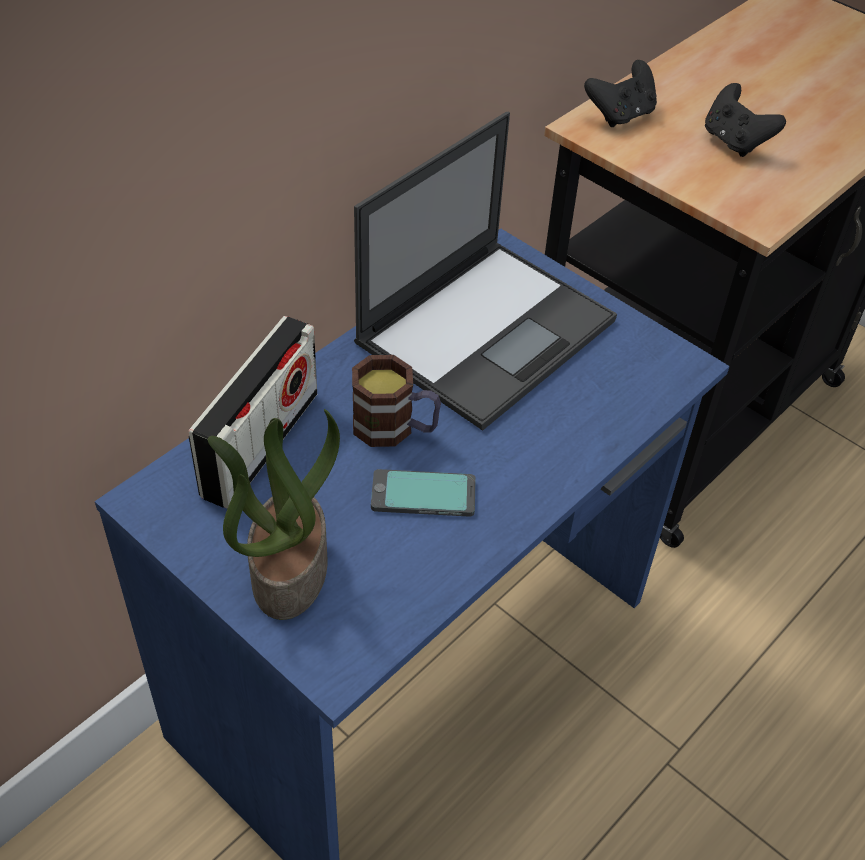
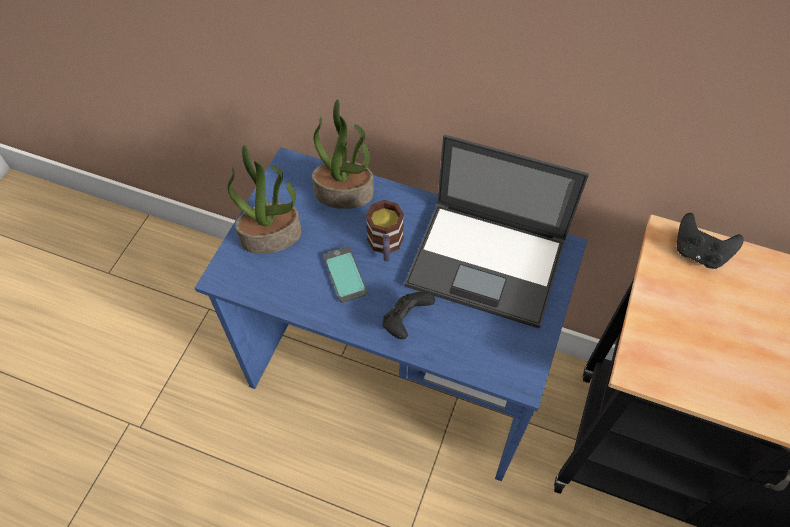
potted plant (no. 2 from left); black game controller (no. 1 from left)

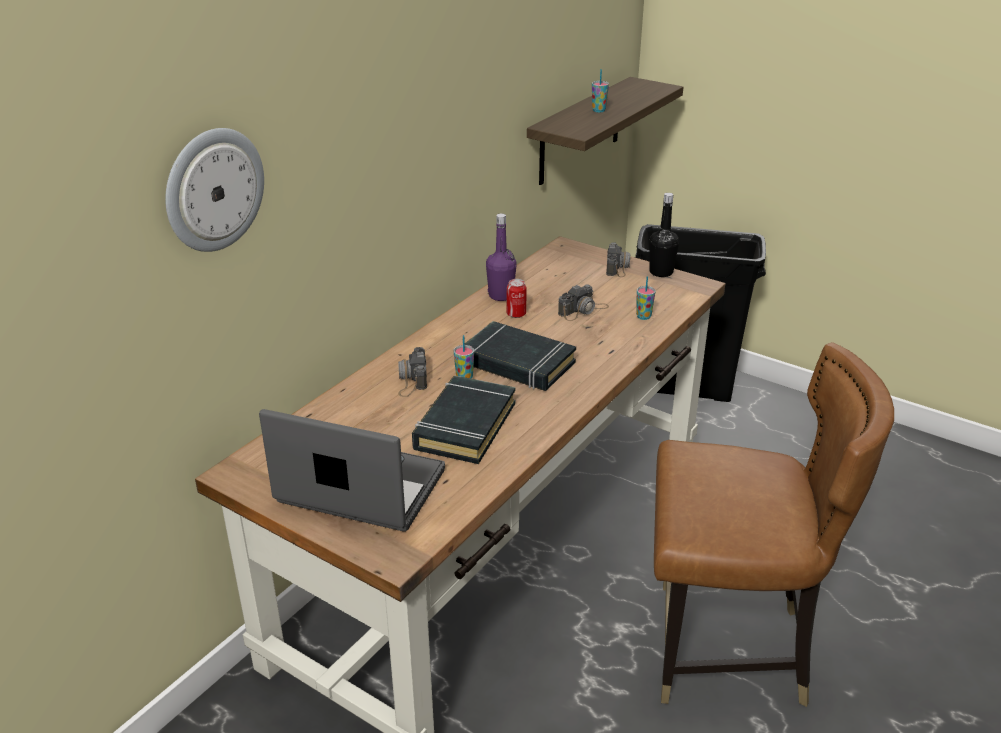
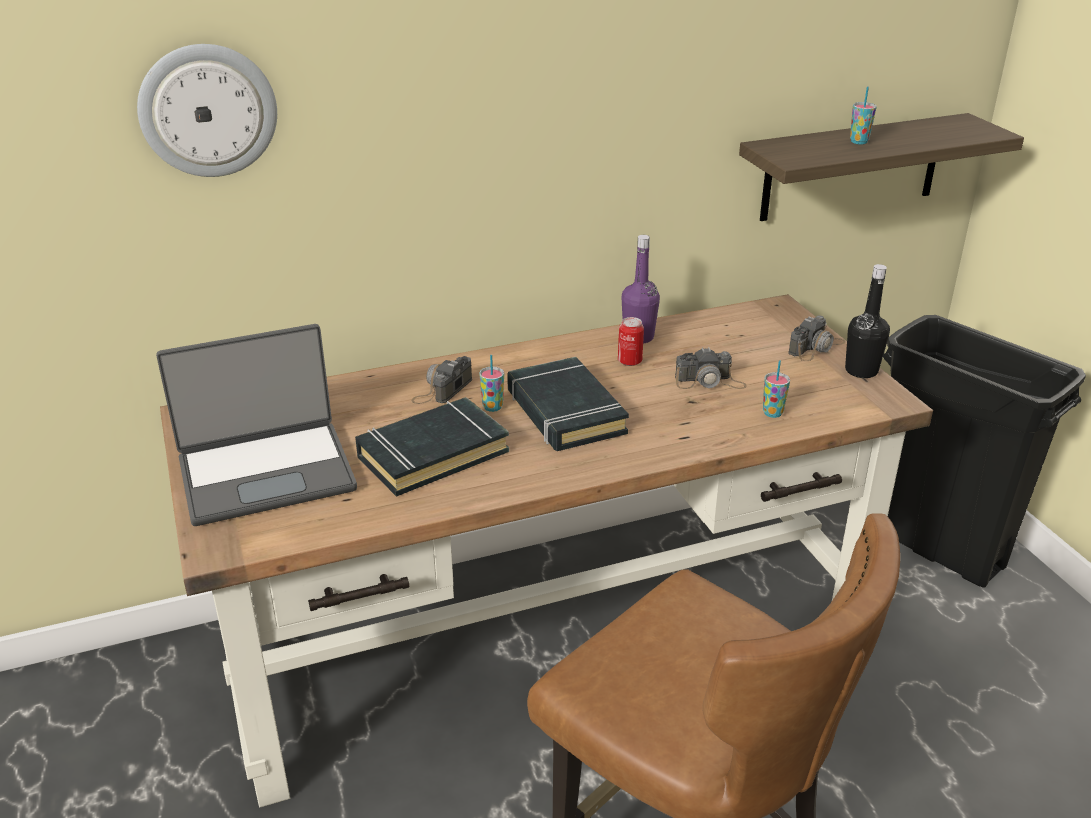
laptop

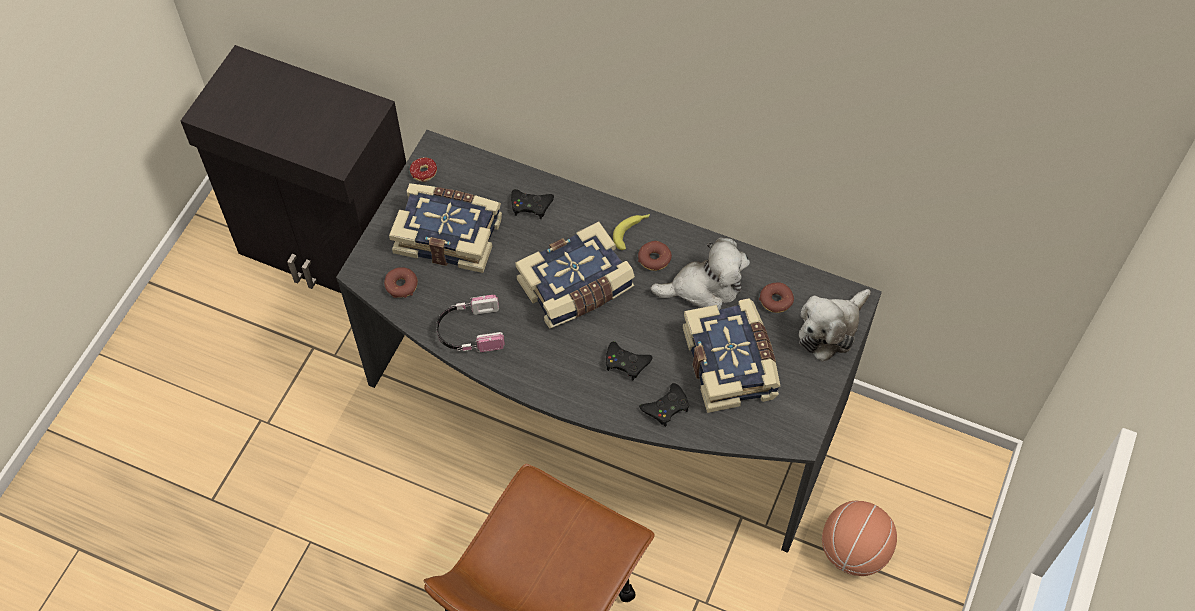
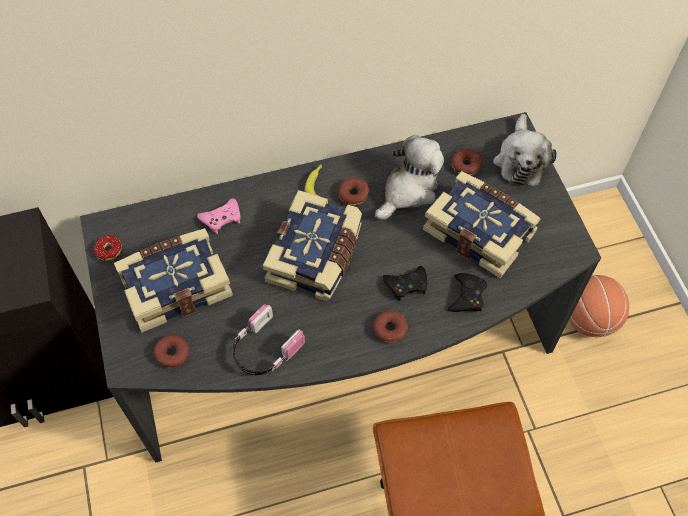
pink game controller; donut (no. 4 from left)

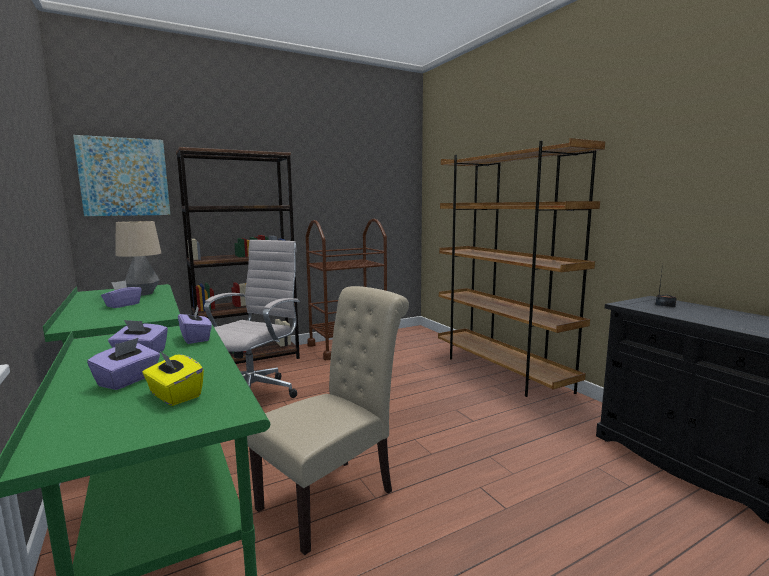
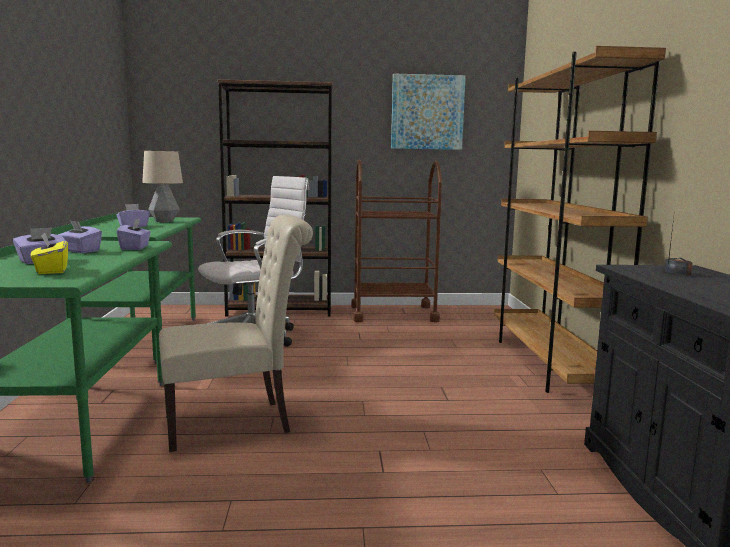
picture

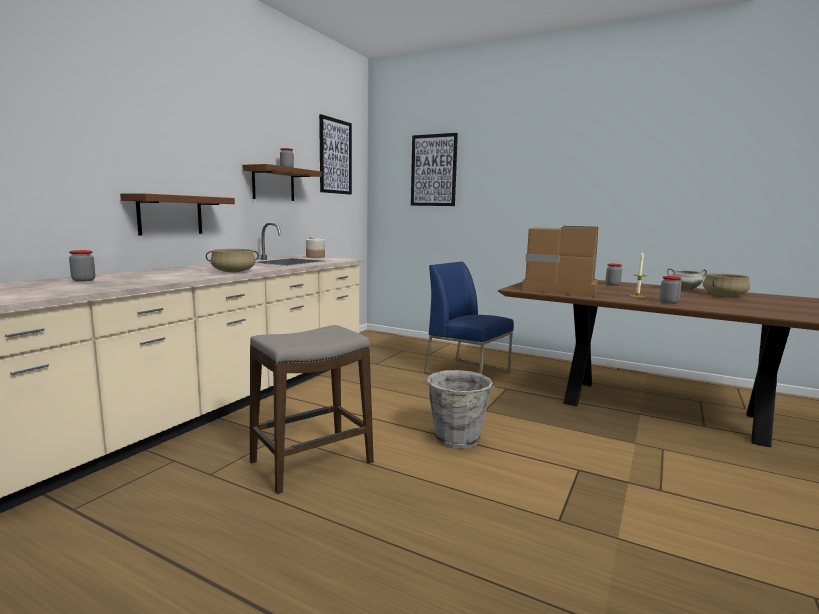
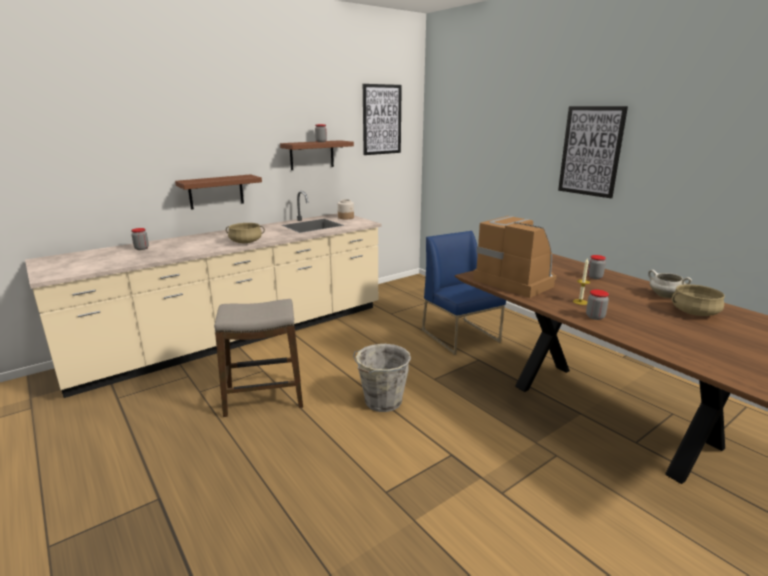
picture (no. 2 from left)

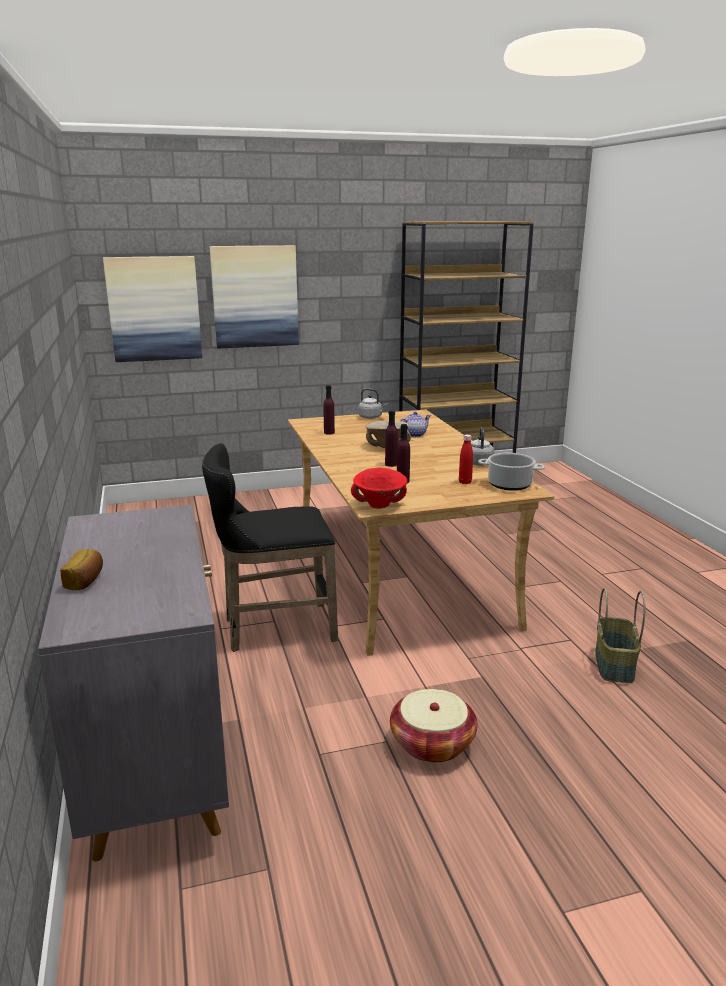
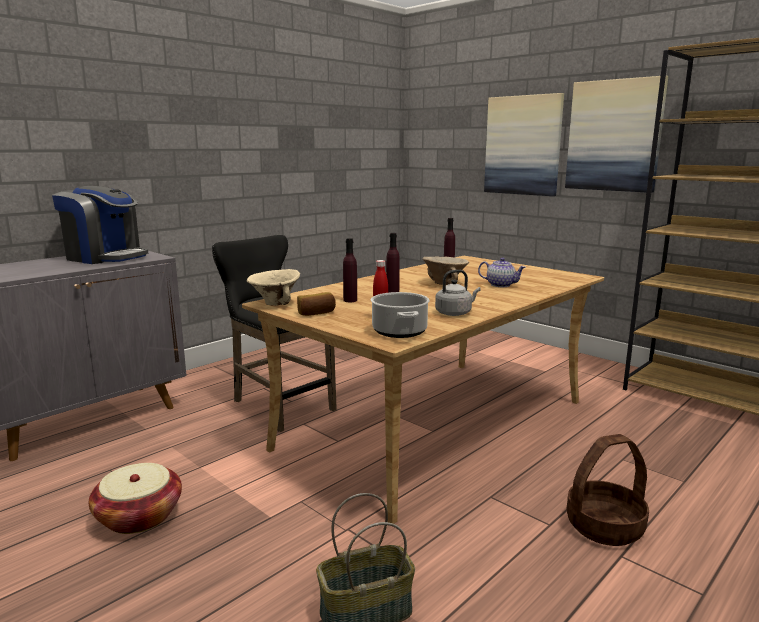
bread; picture (no. 2 from left); beige bowl (no. 1 from left); grey kettle (no. 1 from left in the first image); coffee machine; basket (no. 3 from left)

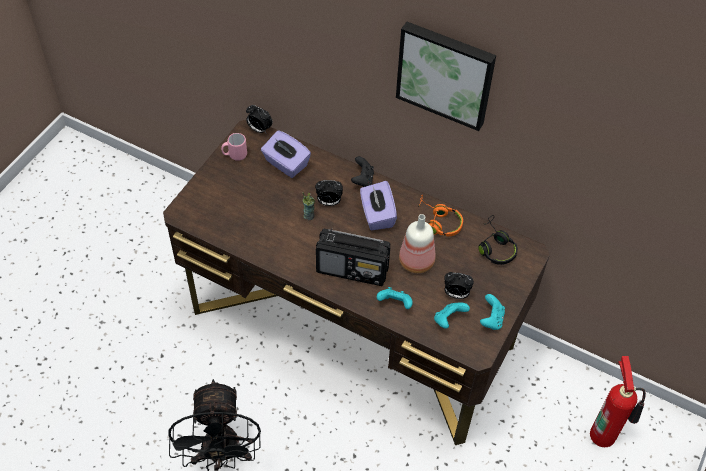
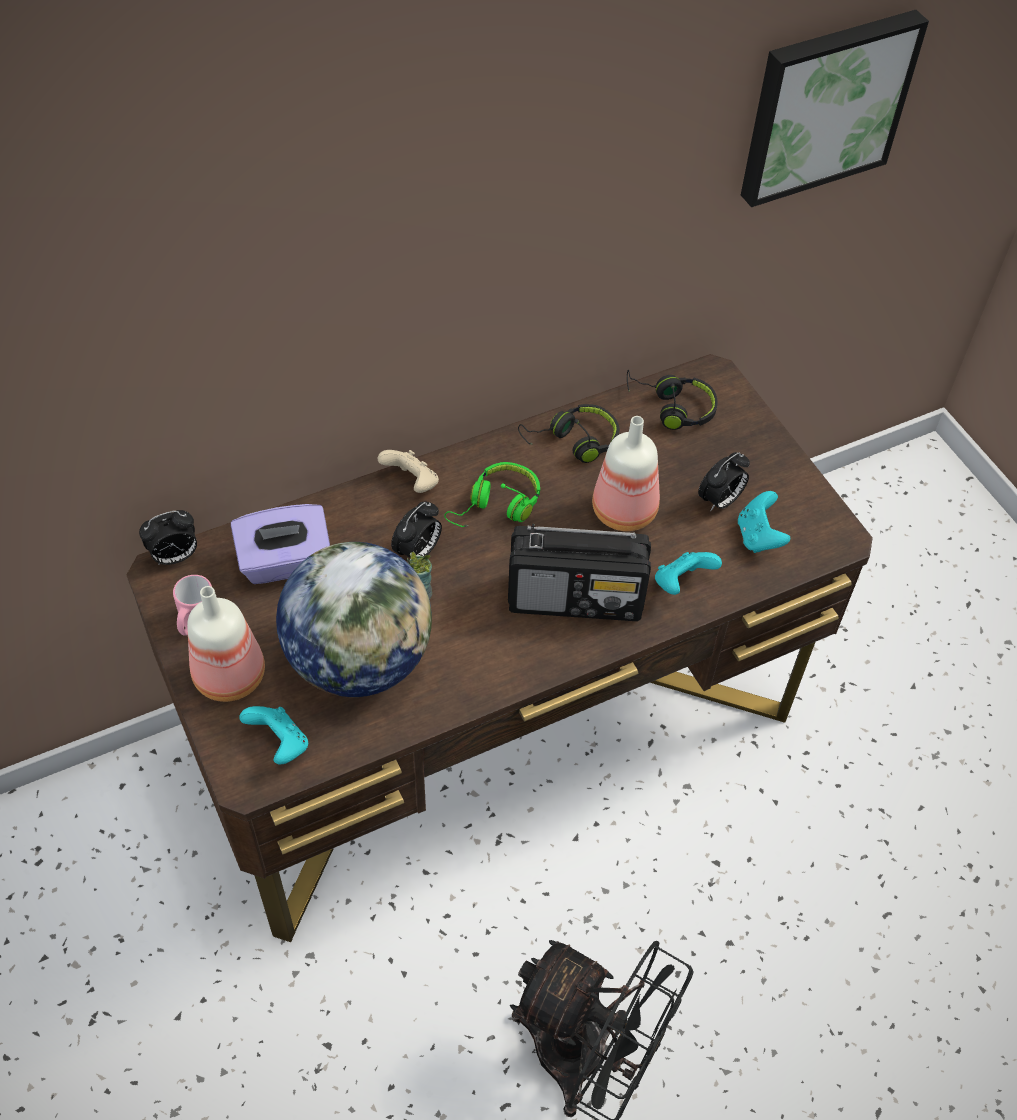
radio; beige game controller; green headphones; picture; black headphones (no. 1 from left); turquoise game controller (no. 1 from left); fire extinguisher; bottle (no. 1 from left); globe

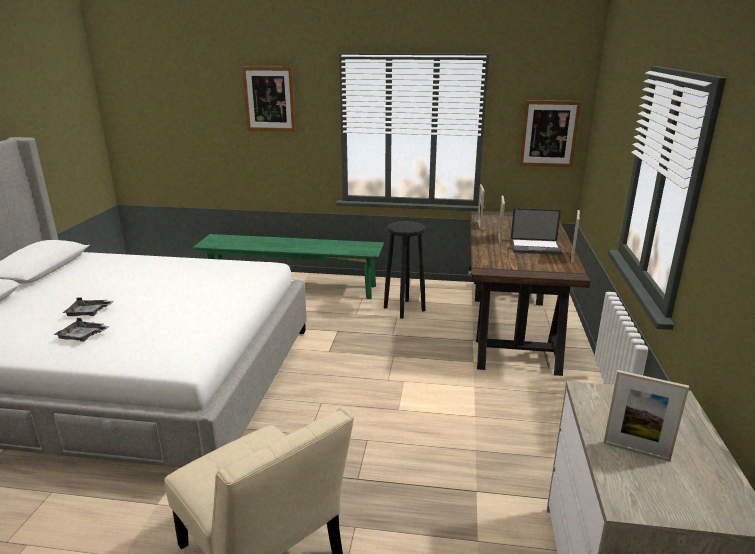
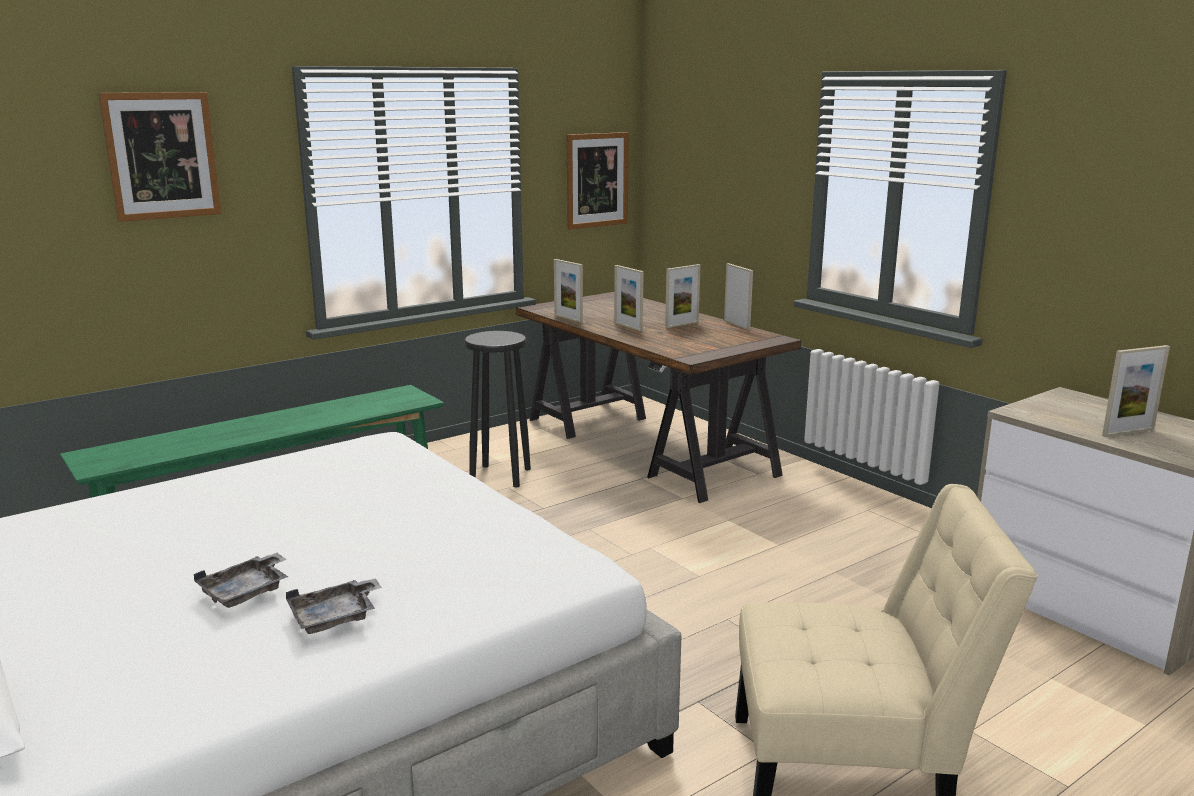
picture frame (no. 3 from left)

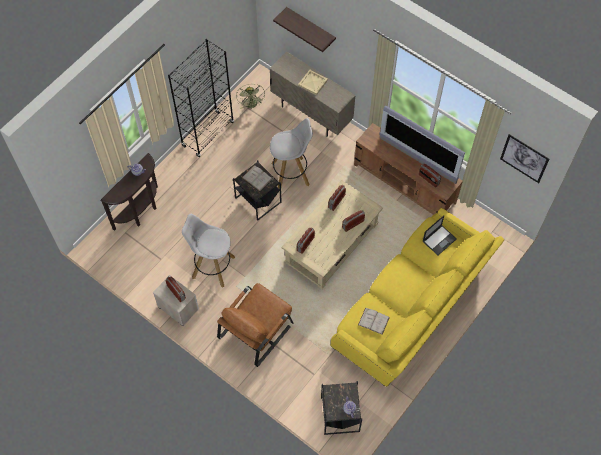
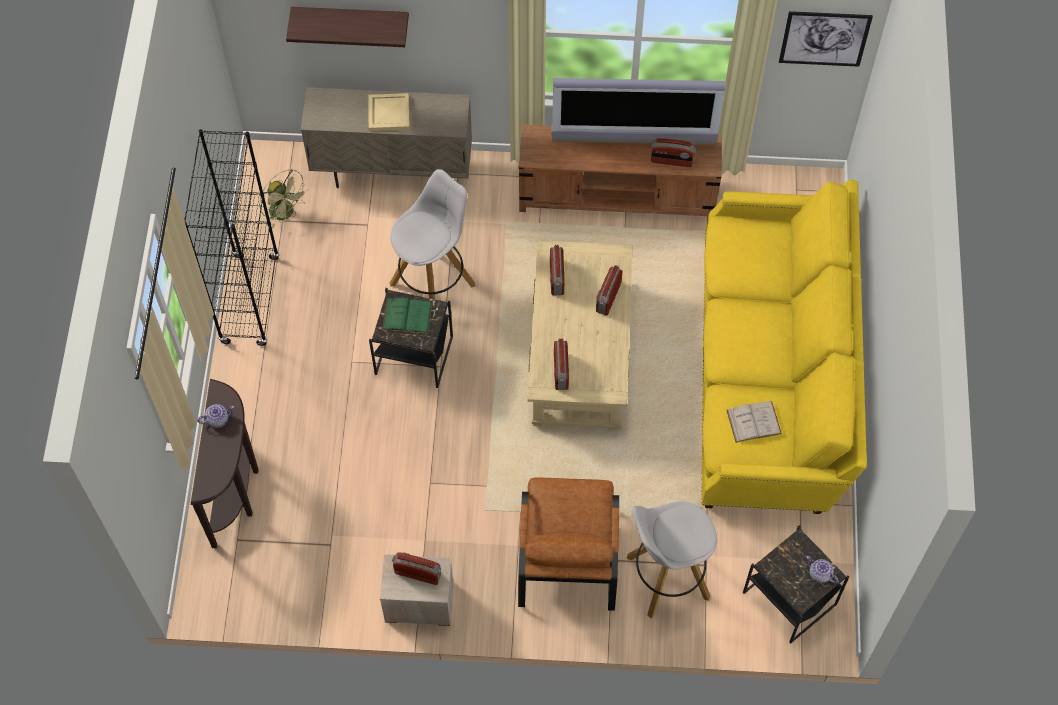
white stool (no. 2 from left); green book; laptop

